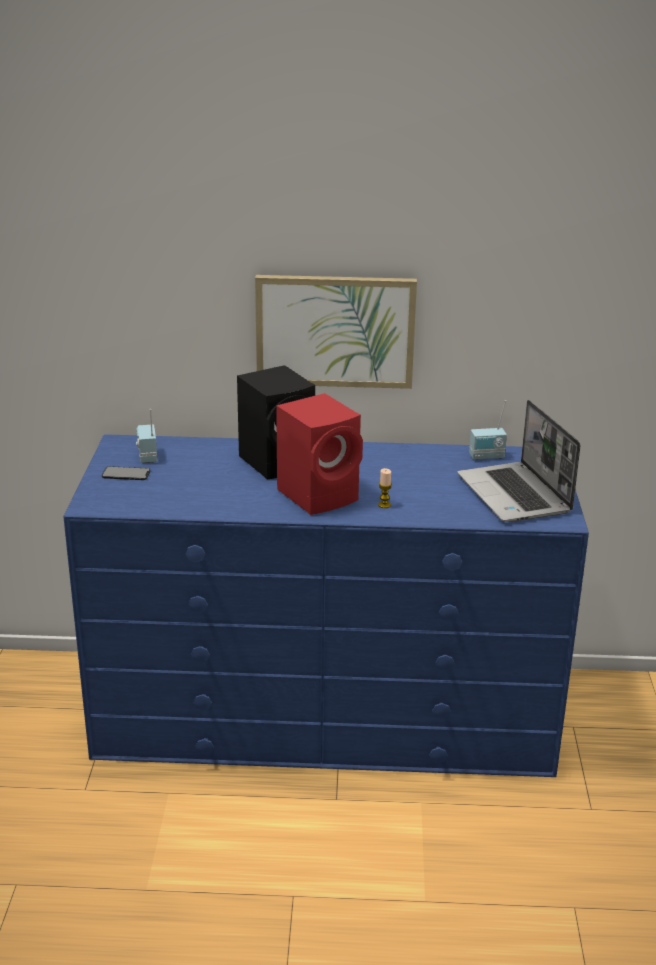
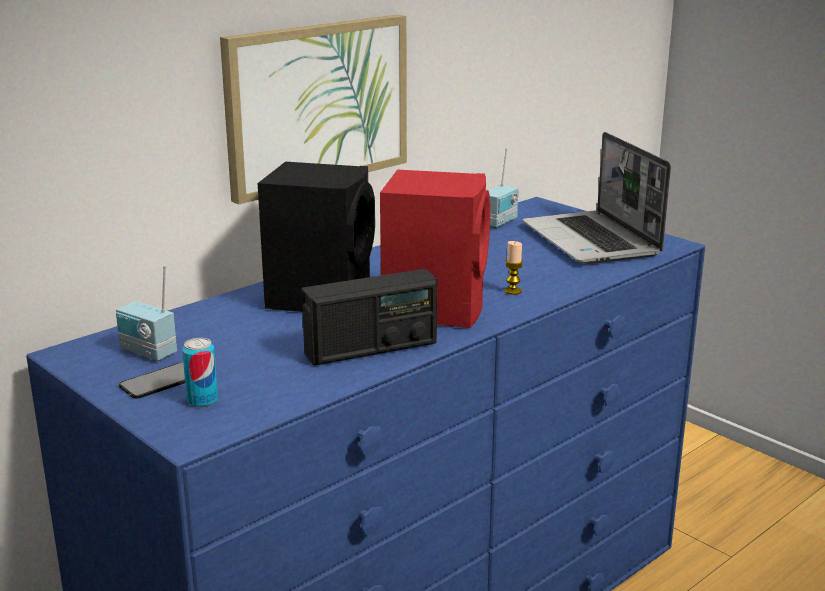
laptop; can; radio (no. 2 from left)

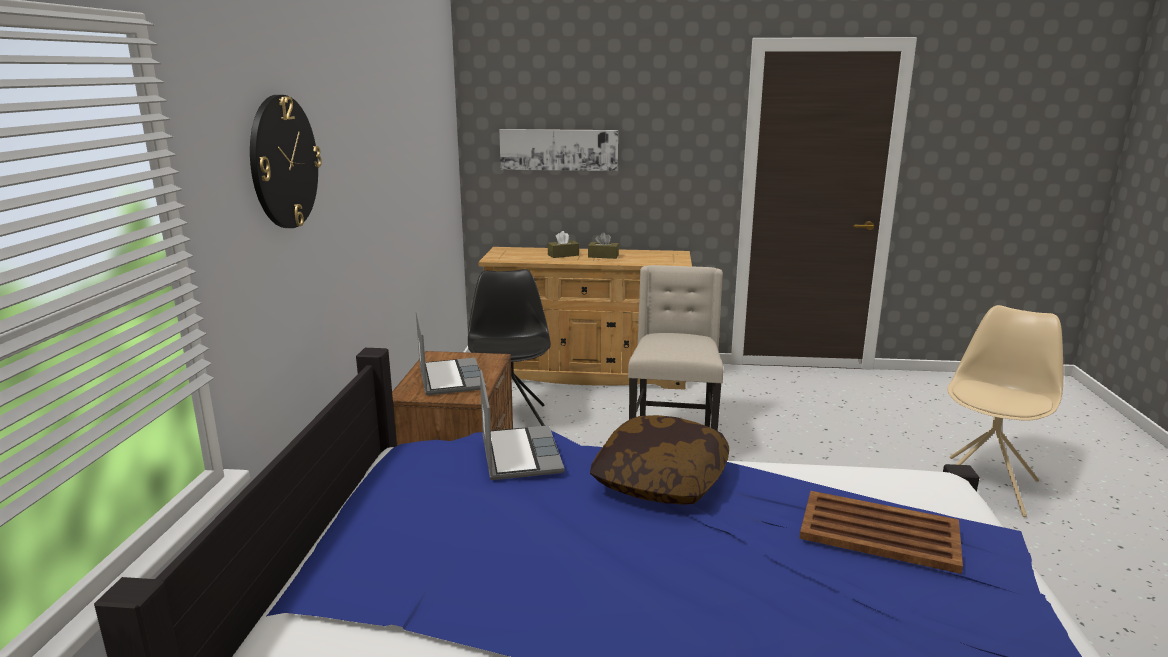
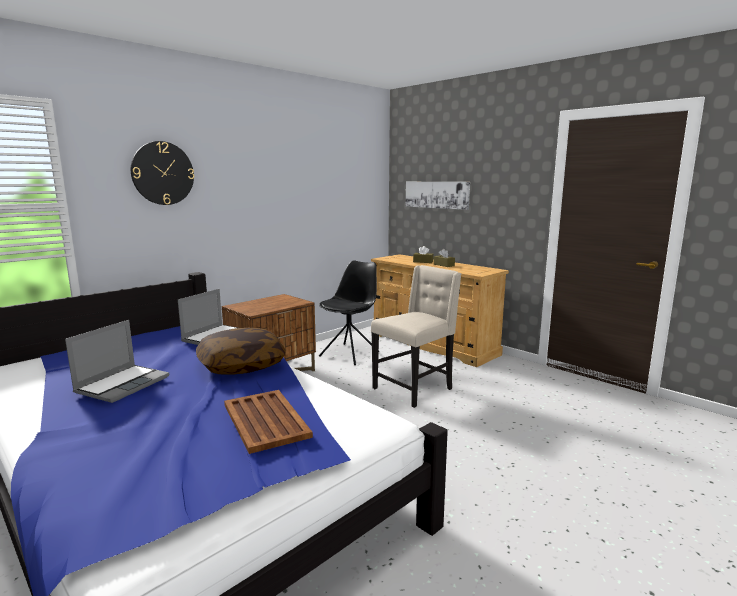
laptop (no. 1 from left); beige chair (no. 2 from left in the first image)

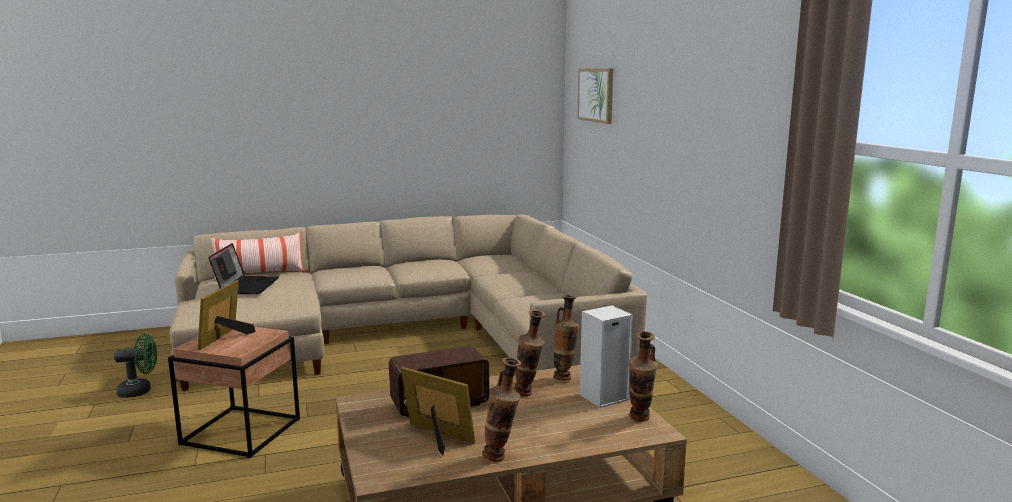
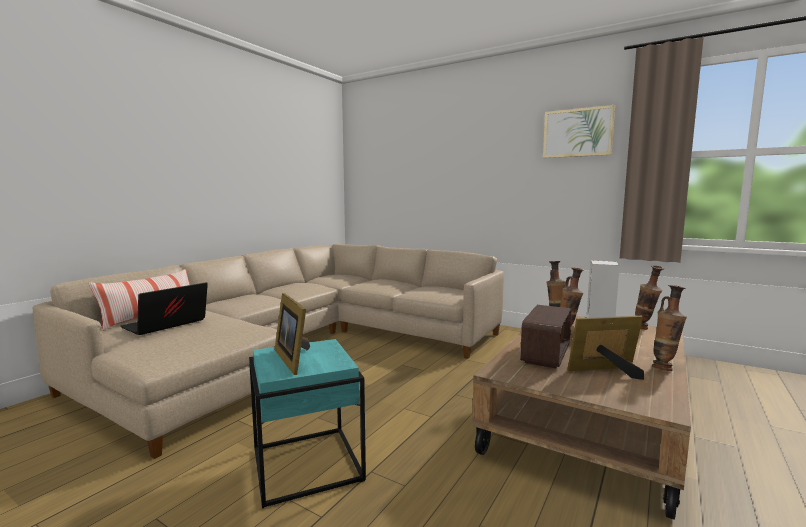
green fan; turquoise side table; laptop; picture

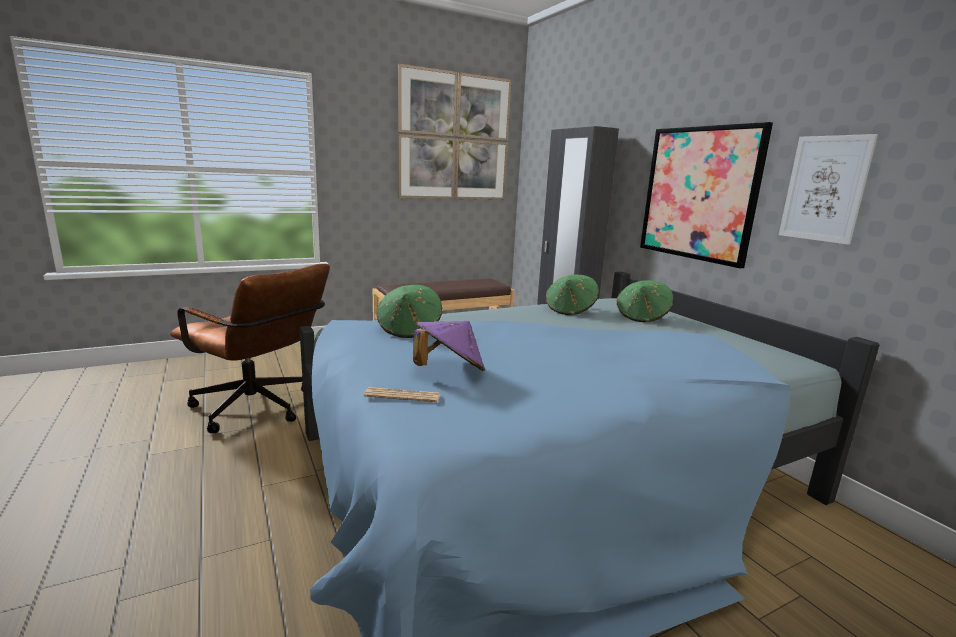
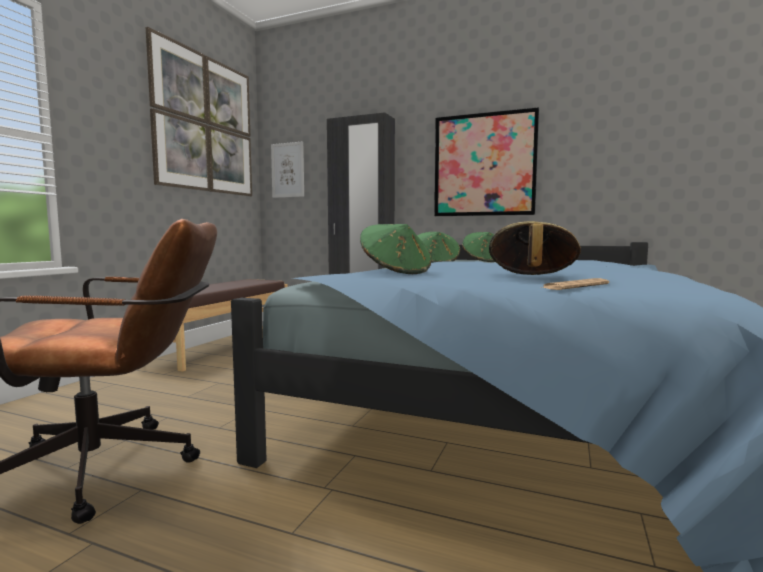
beige hat; picture (no. 2 from left)

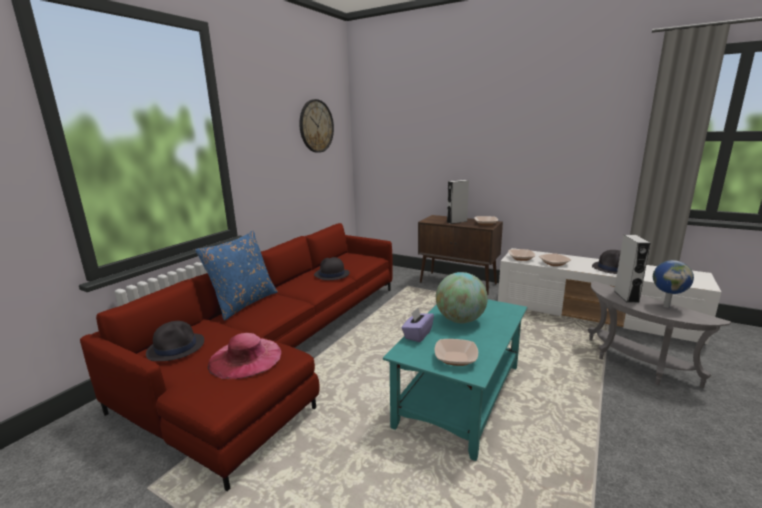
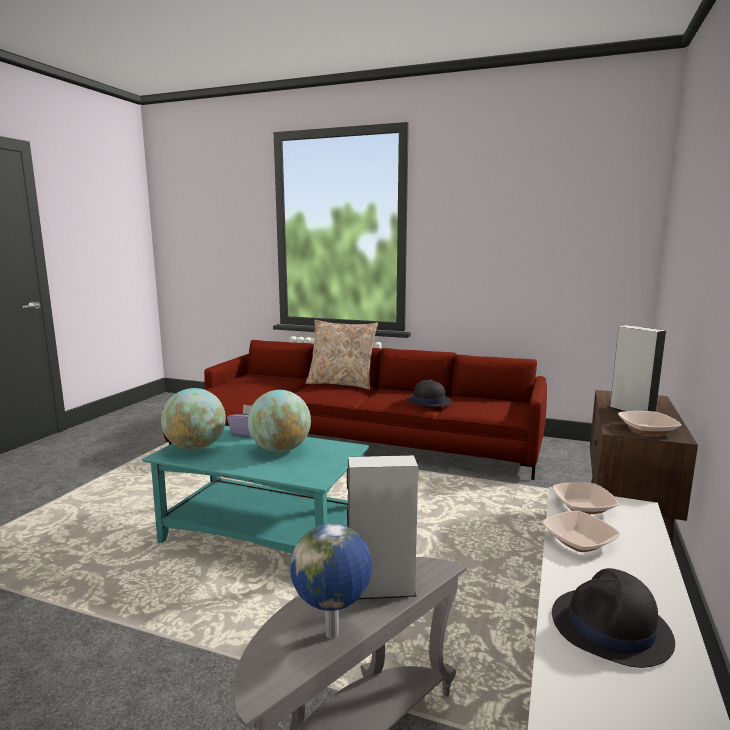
black hat (no. 1 from left in the first image); beige pillow; pink hat; wall clock; globe (no. 1 from left)

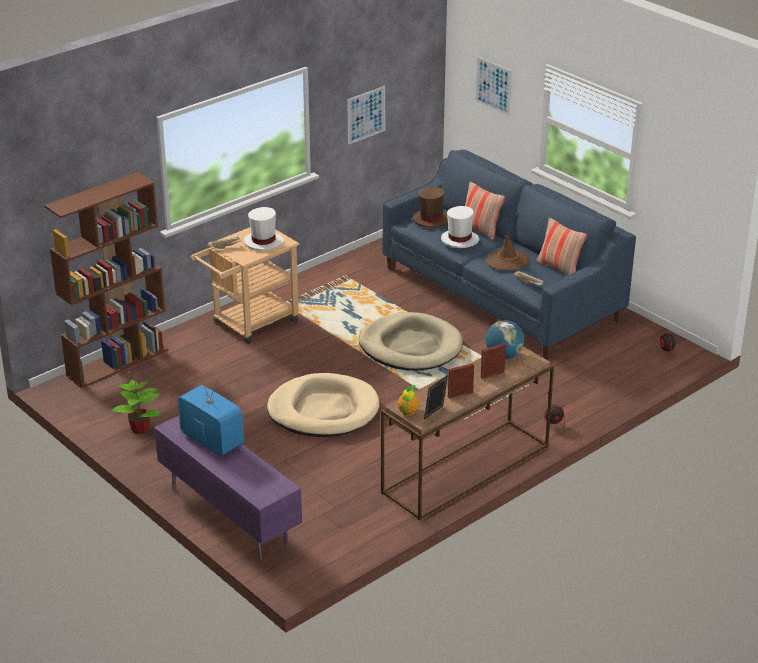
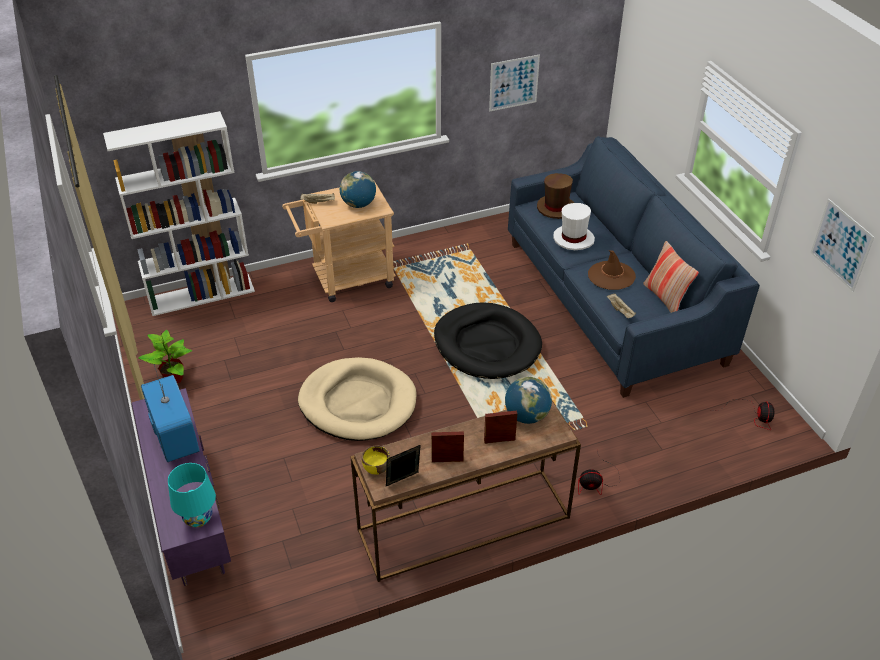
white bookcase; globe (no. 1 from left); black dog bed; yellow bowl; pillow (no. 1 from left in the first image); picture (no. 2 from left); turquoise table lamp

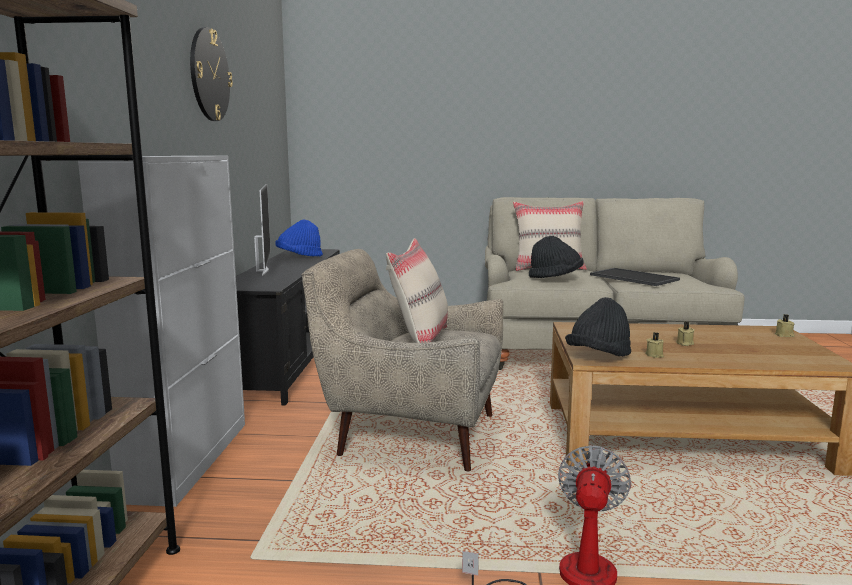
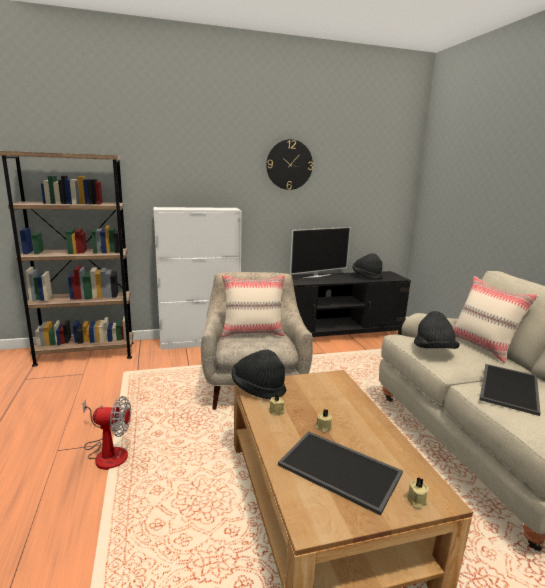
black hat (no. 2 from left); tray (no. 1 from left)

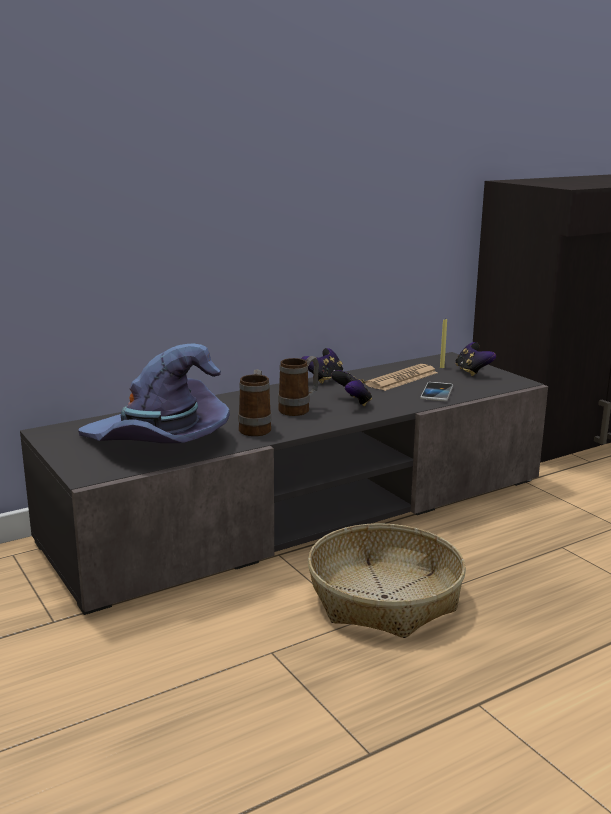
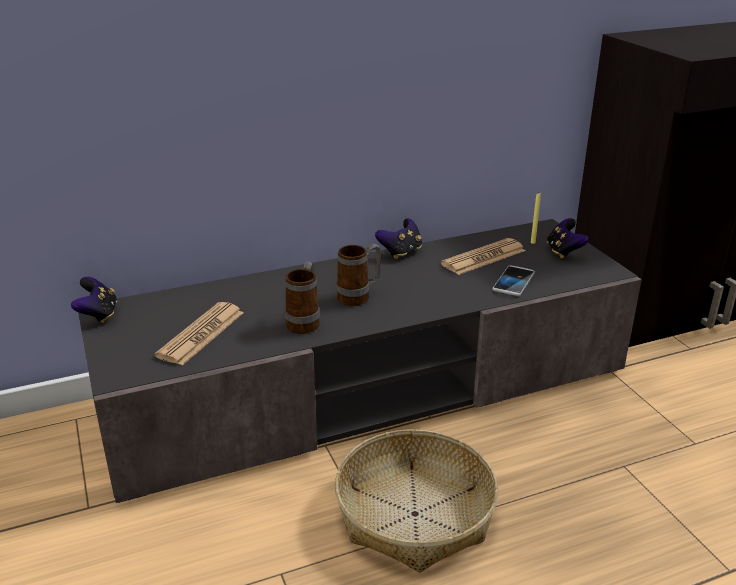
newspaper (no. 1 from left); game controller (no. 1 from left)

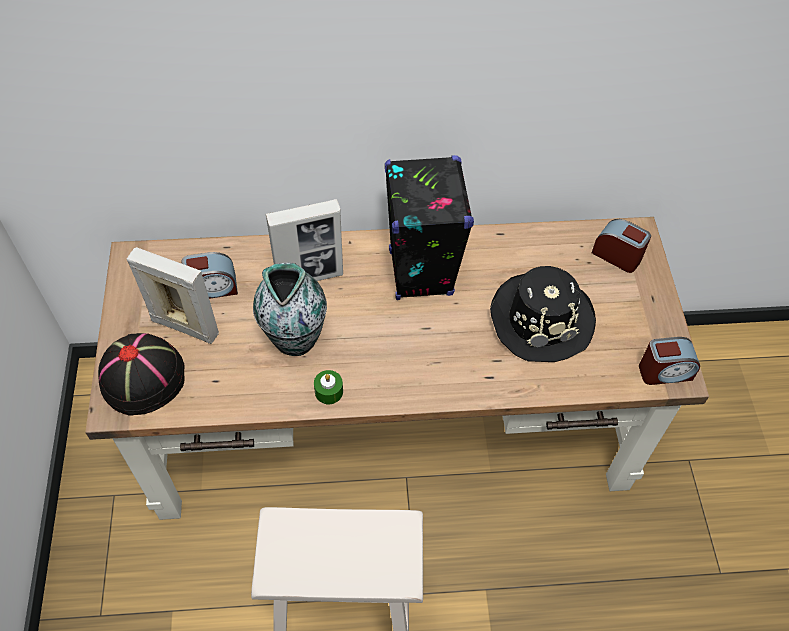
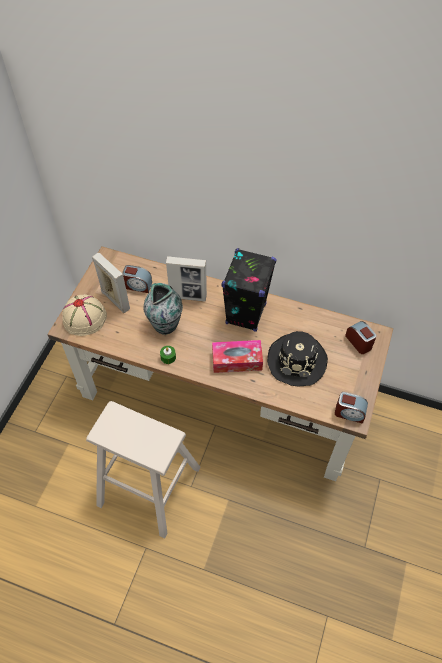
beige hat; tissue box

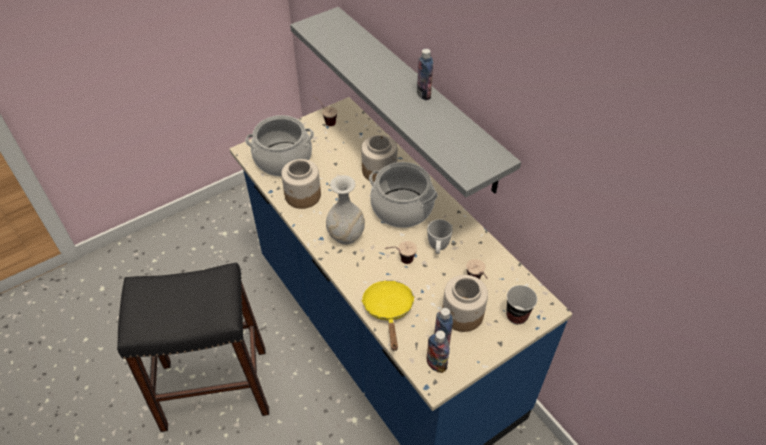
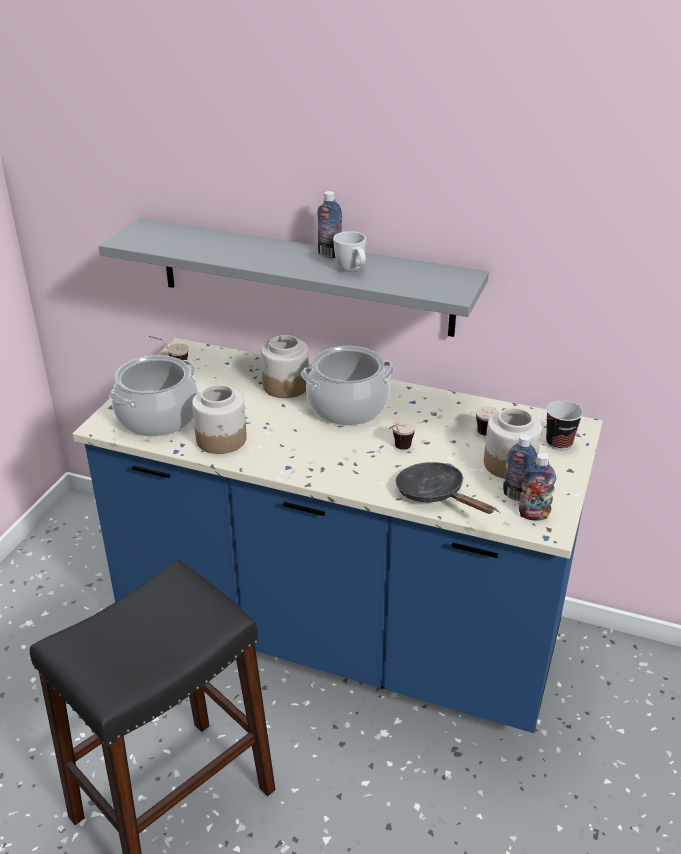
white vase; black frying pan; white mug

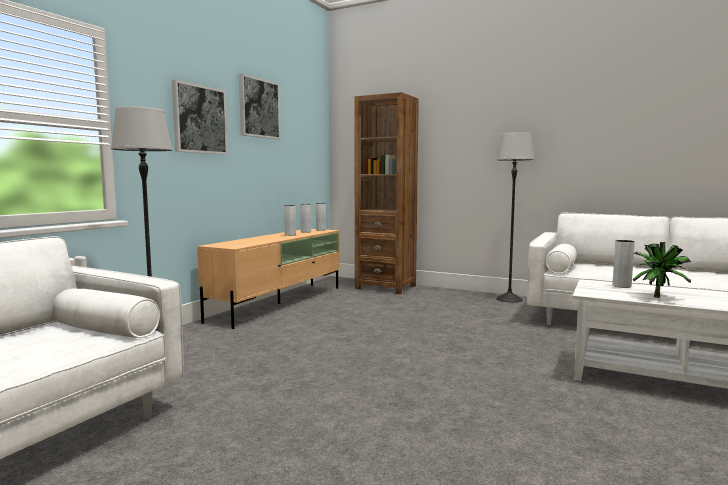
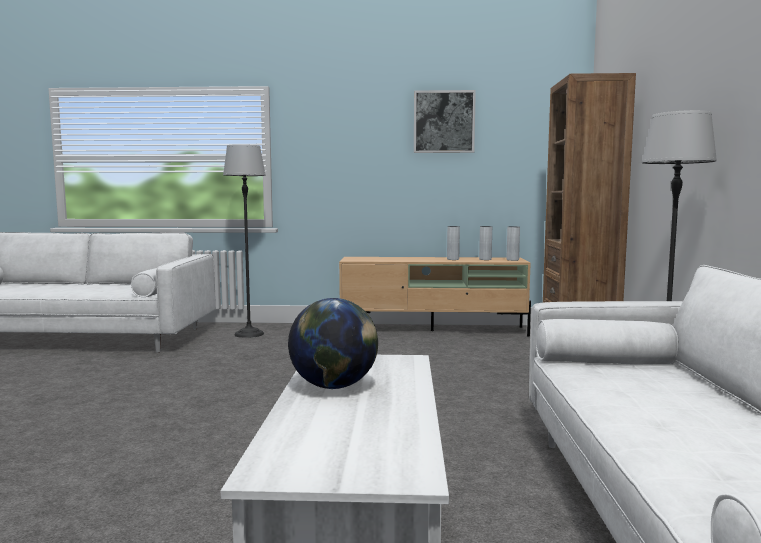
picture (no. 1 from left in the first image); grey vase (no. 4 from left in the first image); globe

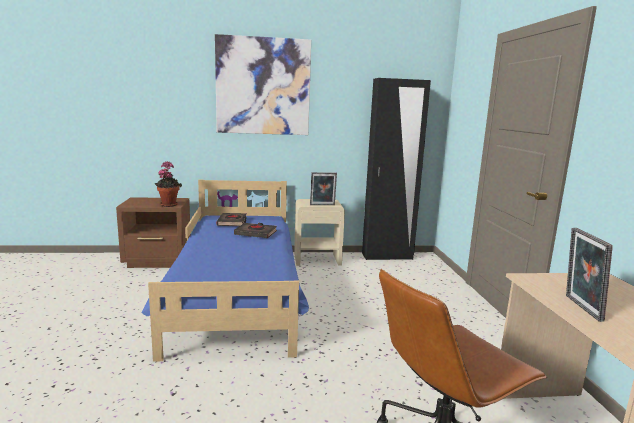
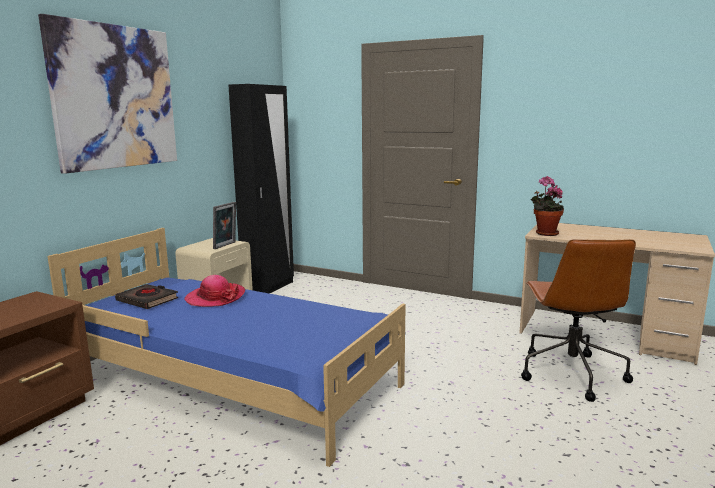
potted plant; hat; picture frame (no. 2 from left in the first image)

